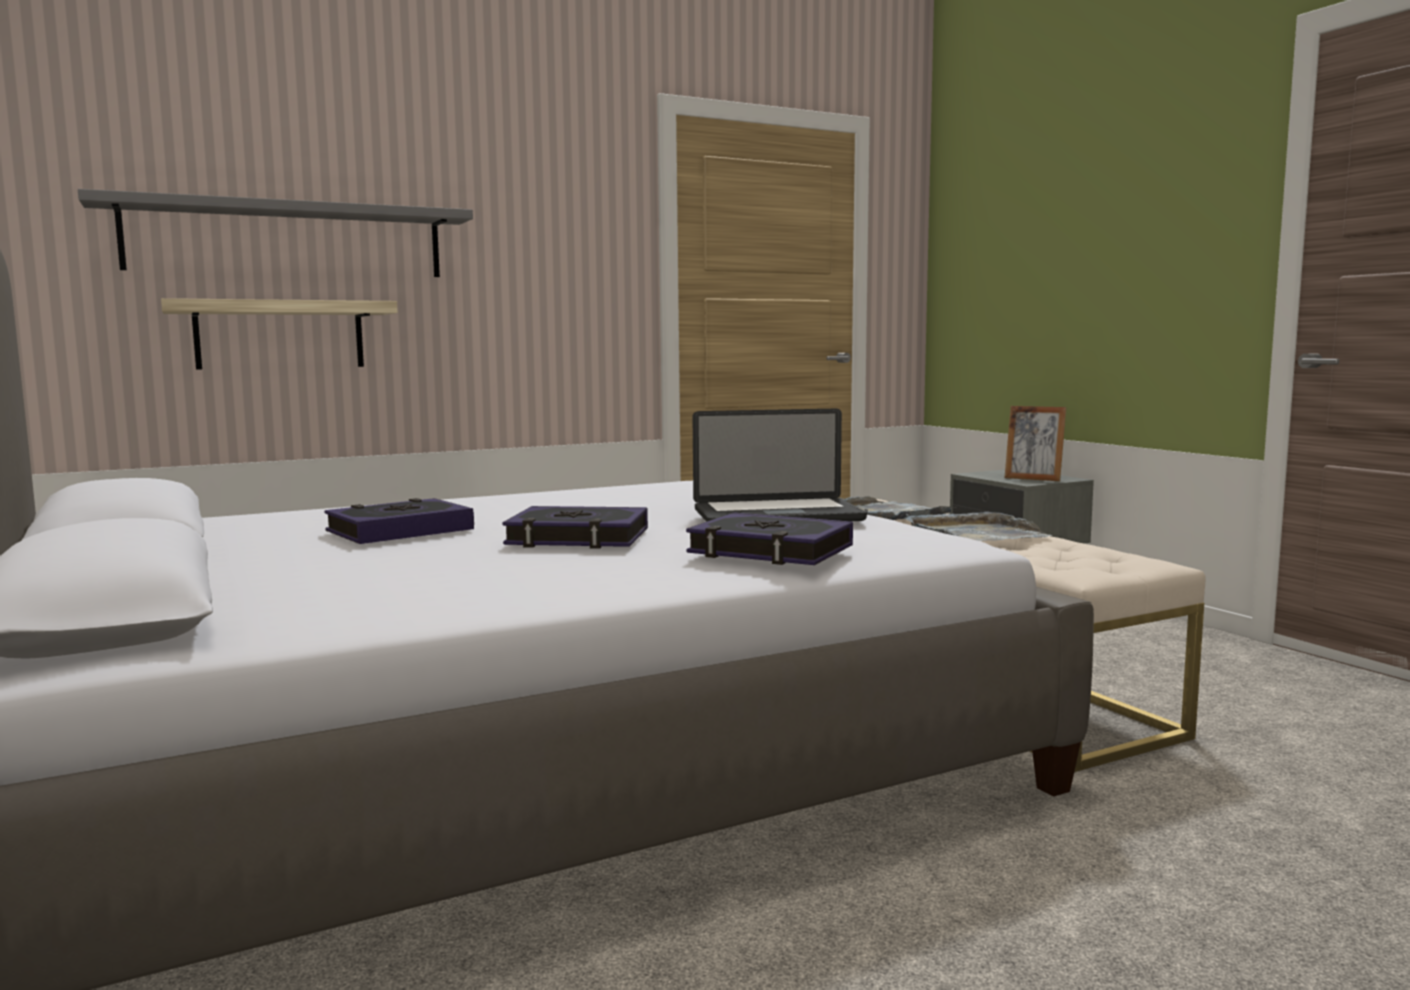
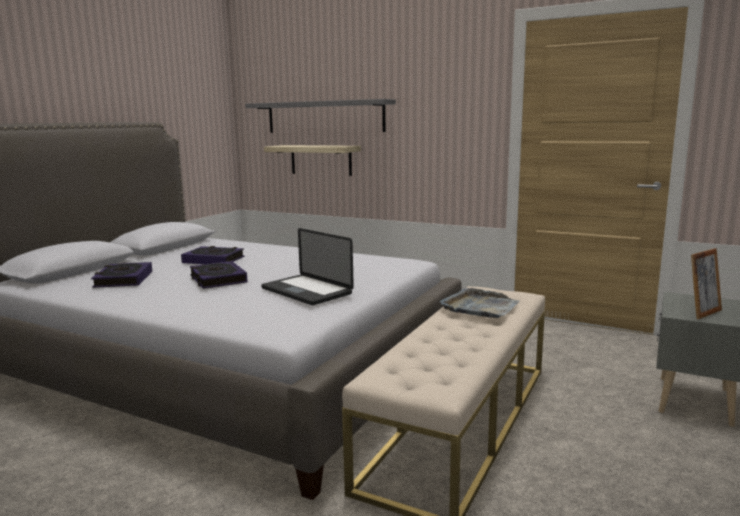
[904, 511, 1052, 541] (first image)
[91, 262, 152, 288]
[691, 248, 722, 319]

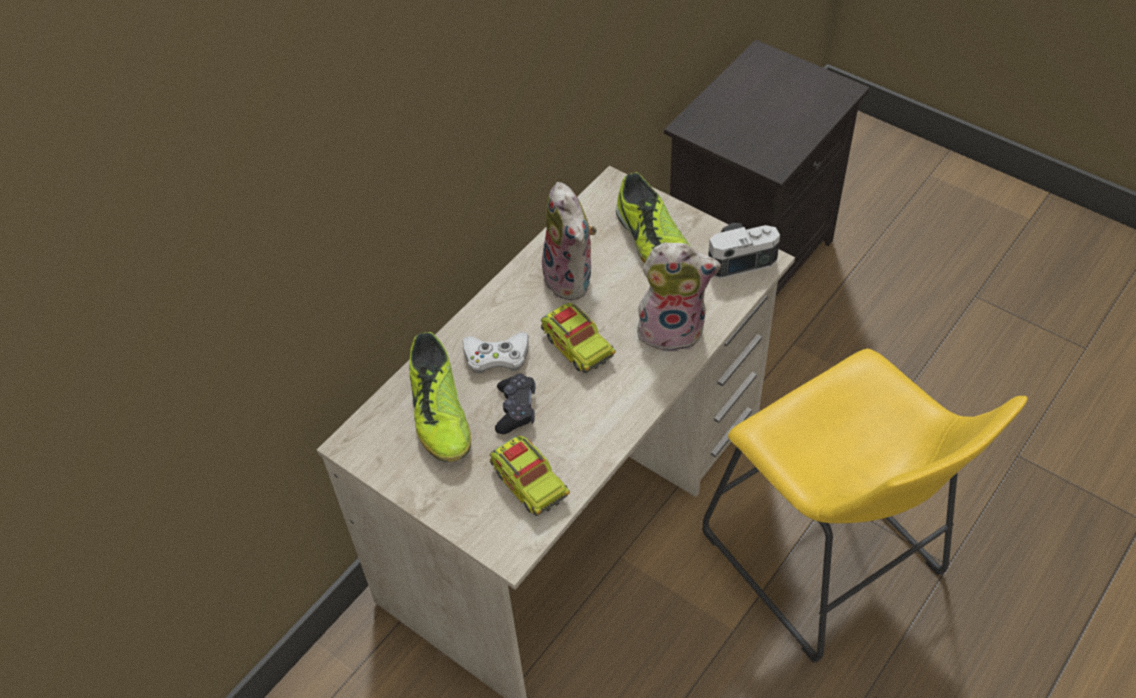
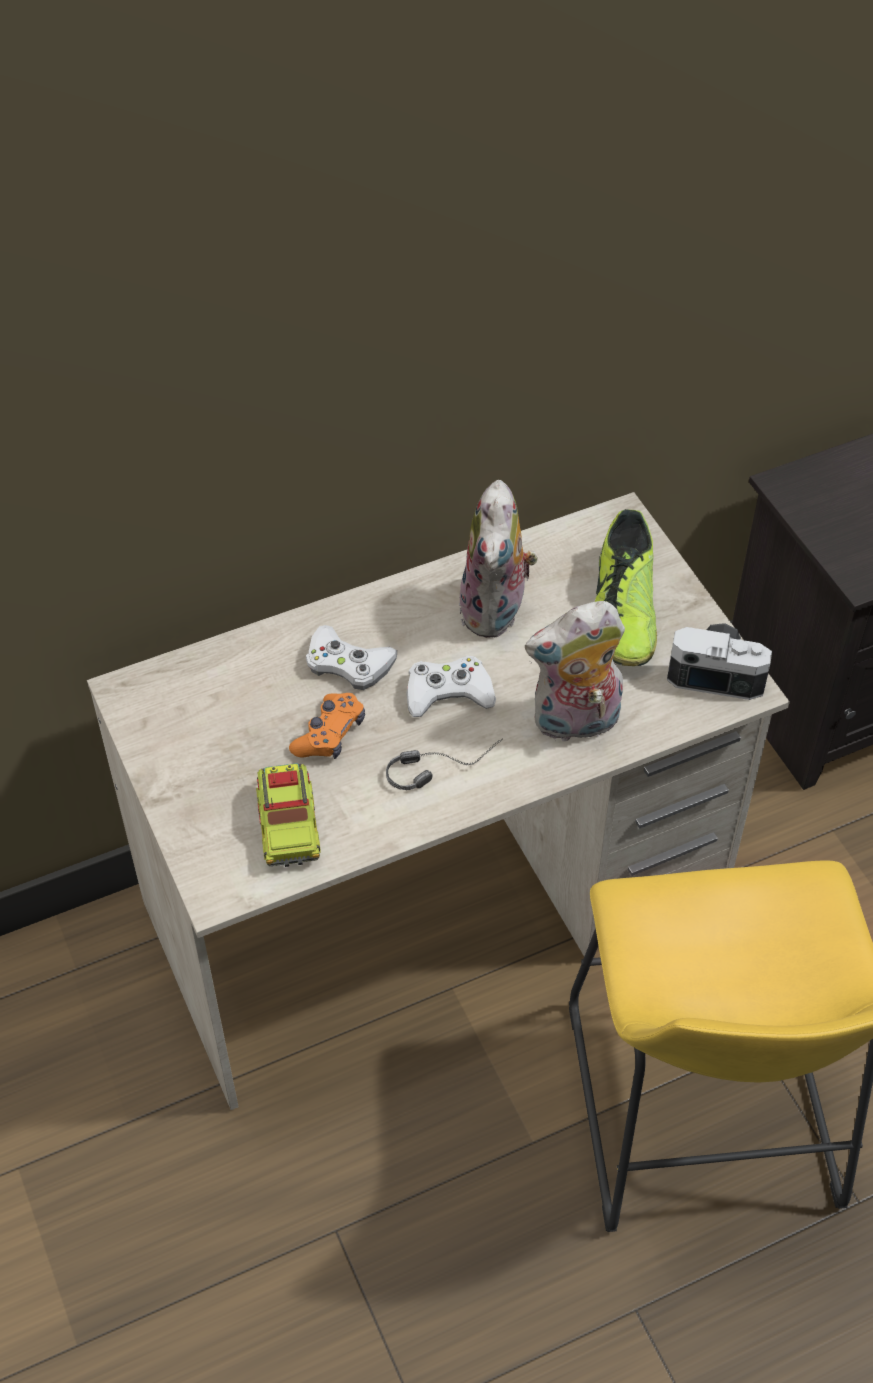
[409, 332, 471, 462] (first image)
[386, 739, 502, 790]
[406, 655, 496, 717]
[289, 693, 365, 759]
[525, 601, 625, 743]

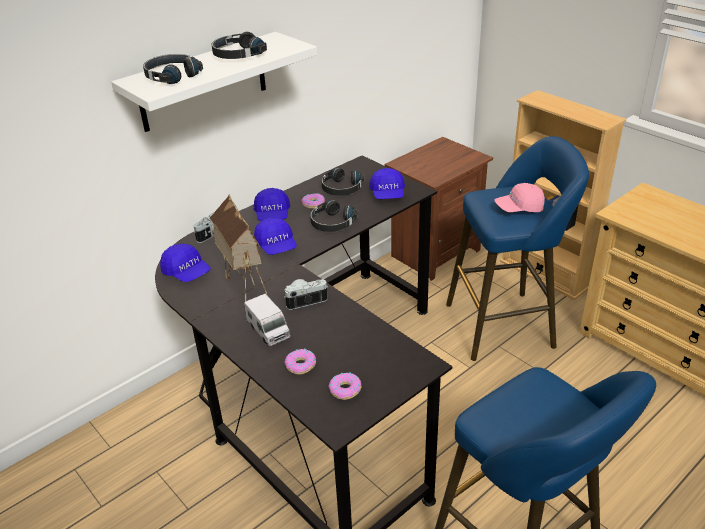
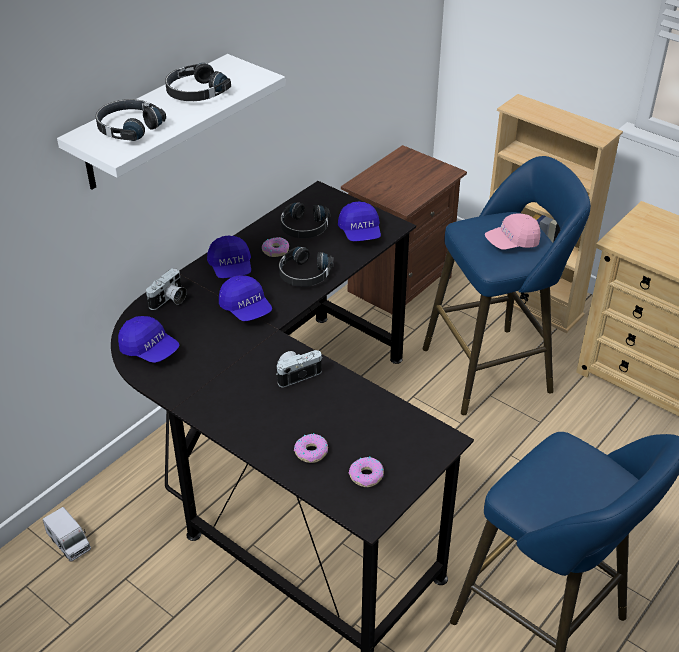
[209, 194, 267, 302] (first image)
[43, 507, 91, 561]

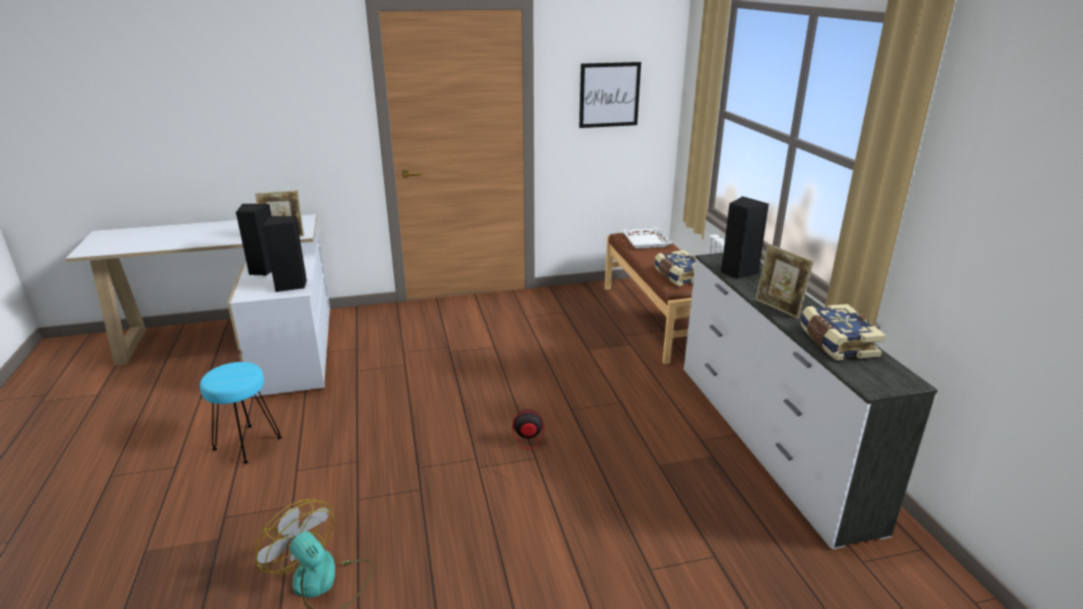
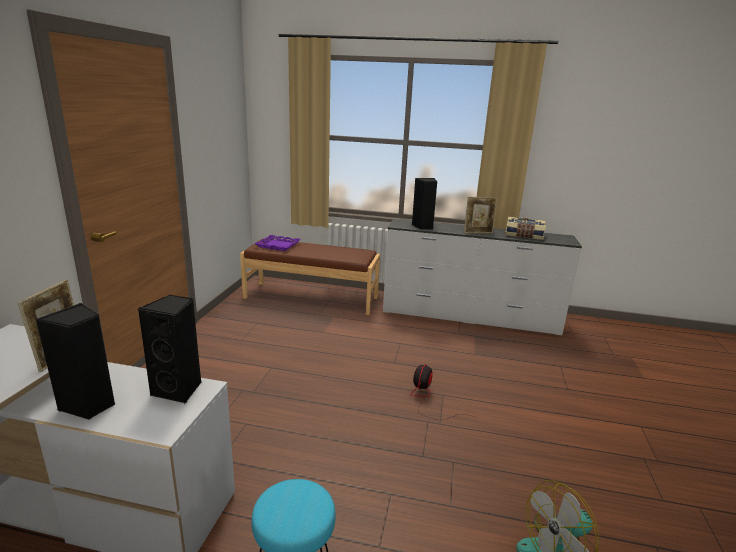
[579, 62, 641, 128] (first image)
[654, 250, 696, 286] (first image)
[255, 235, 301, 251]

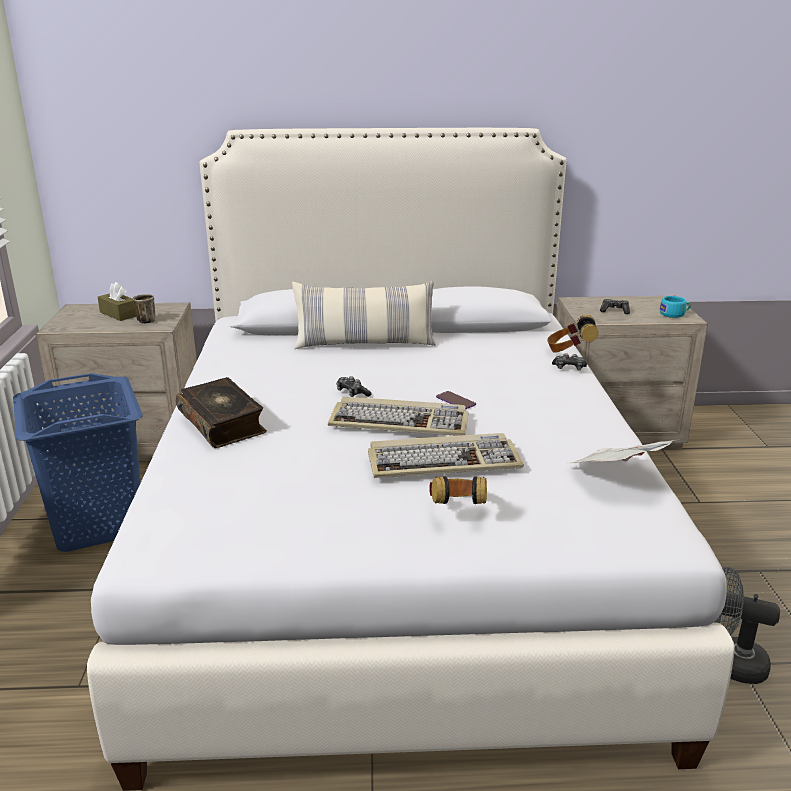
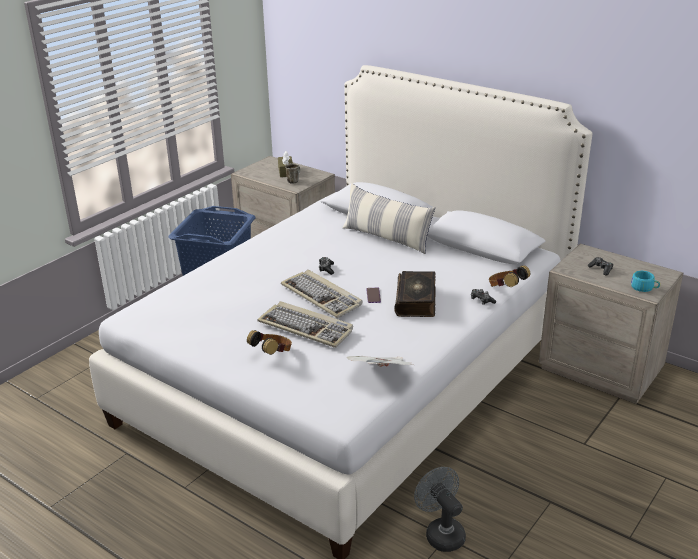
[394, 271, 436, 317]

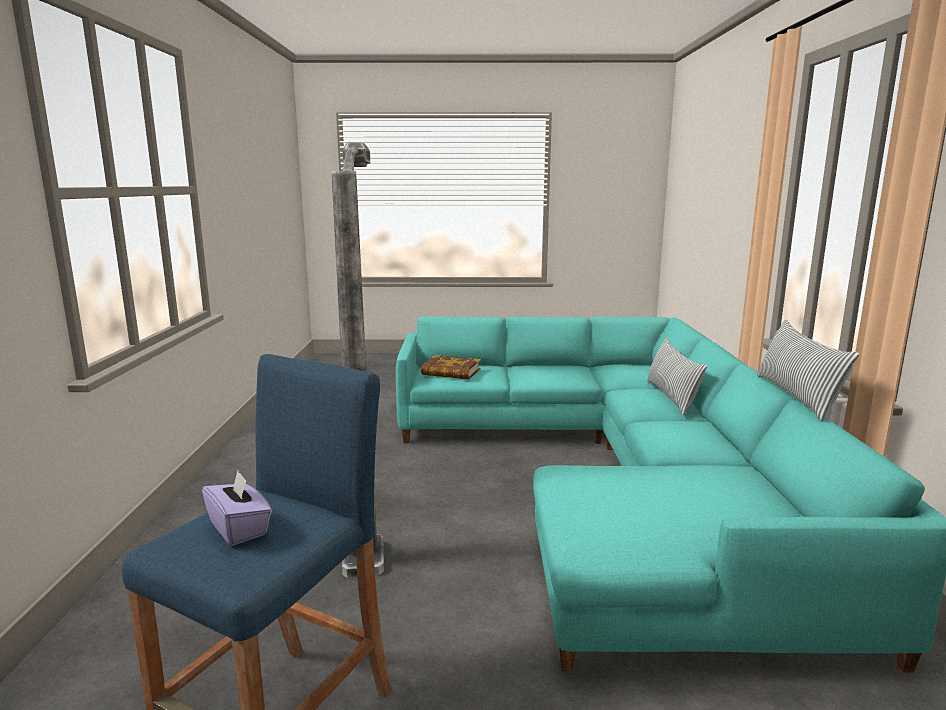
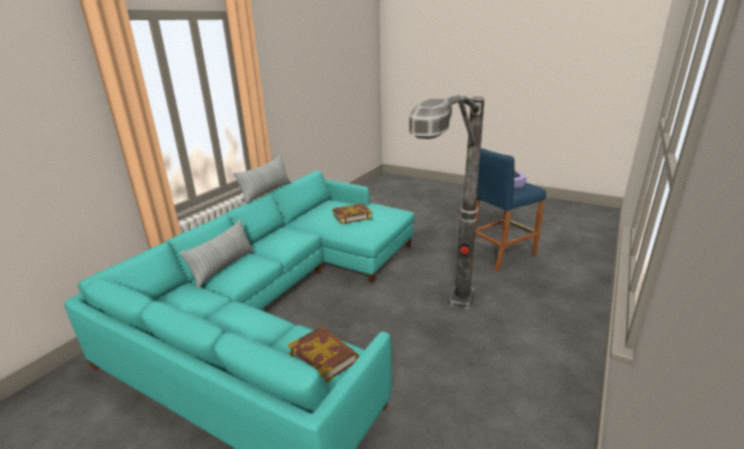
[333, 203, 373, 224]

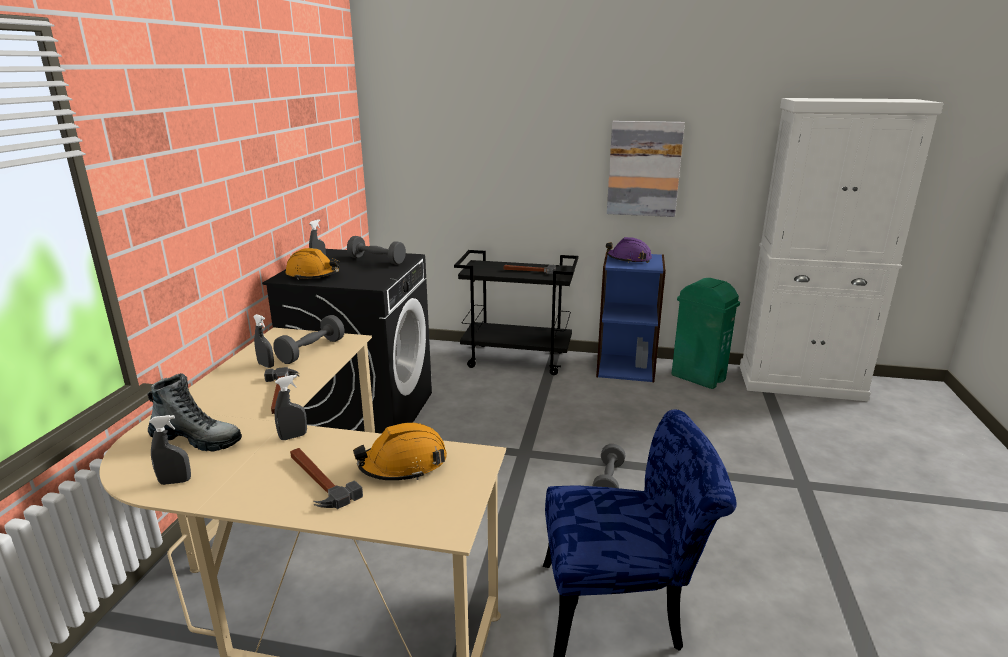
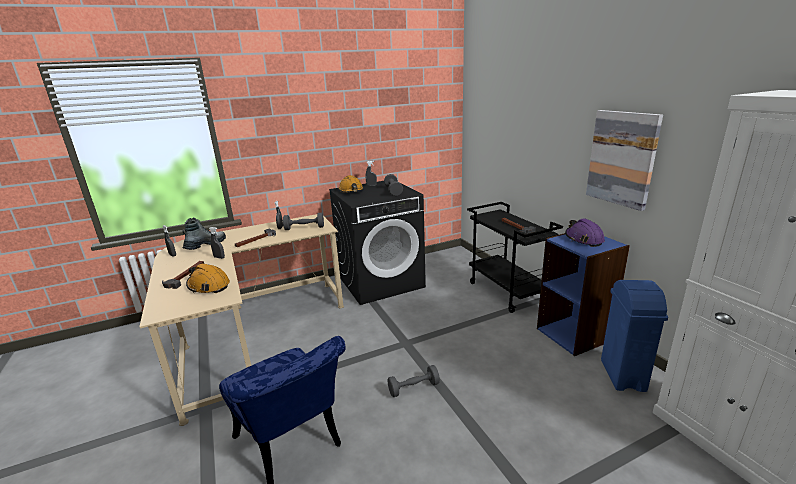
[601, 280, 668, 392]
[182, 218, 226, 250]

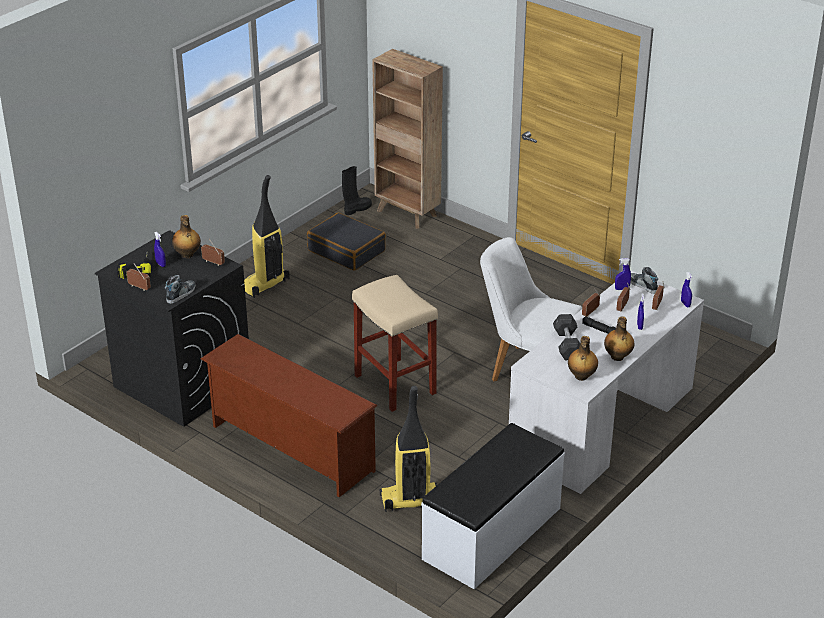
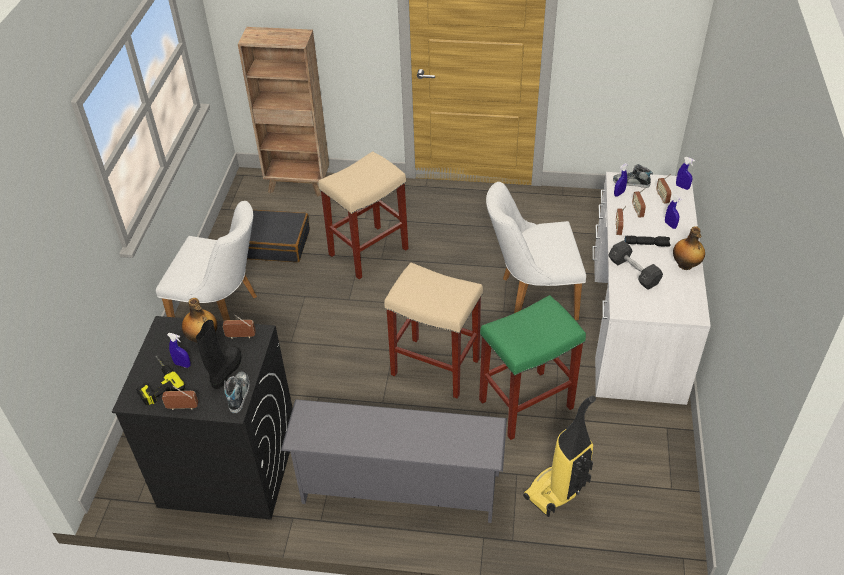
[421, 423, 565, 589] (first image)
[568, 336, 598, 381] (first image)
[318, 151, 409, 279]
[479, 295, 586, 440]
[196, 320, 242, 389]
[156, 201, 257, 321]
[281, 399, 507, 523]

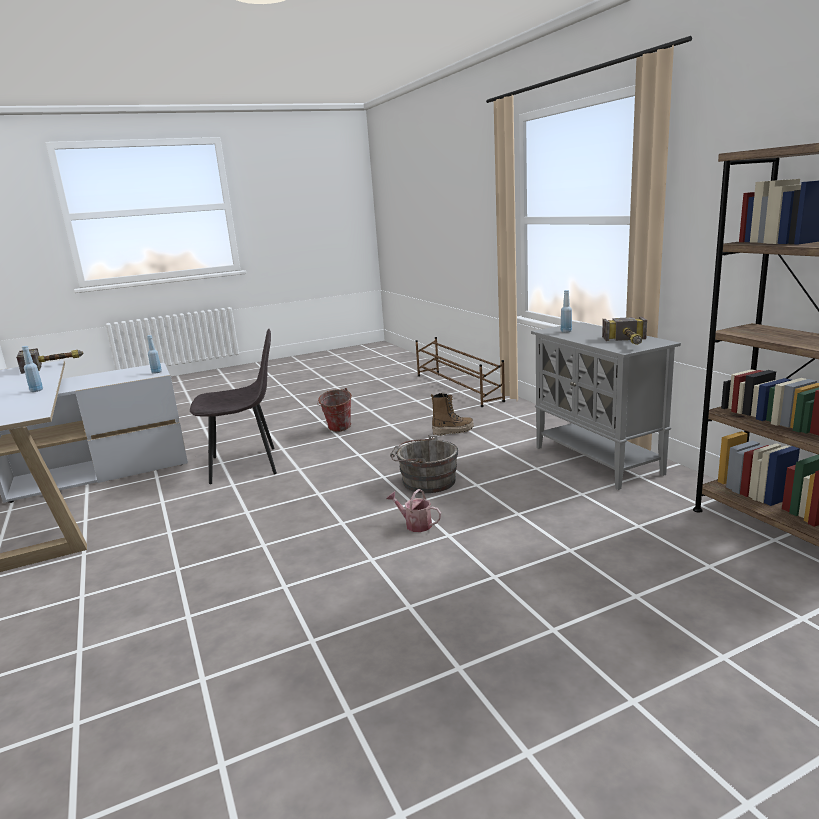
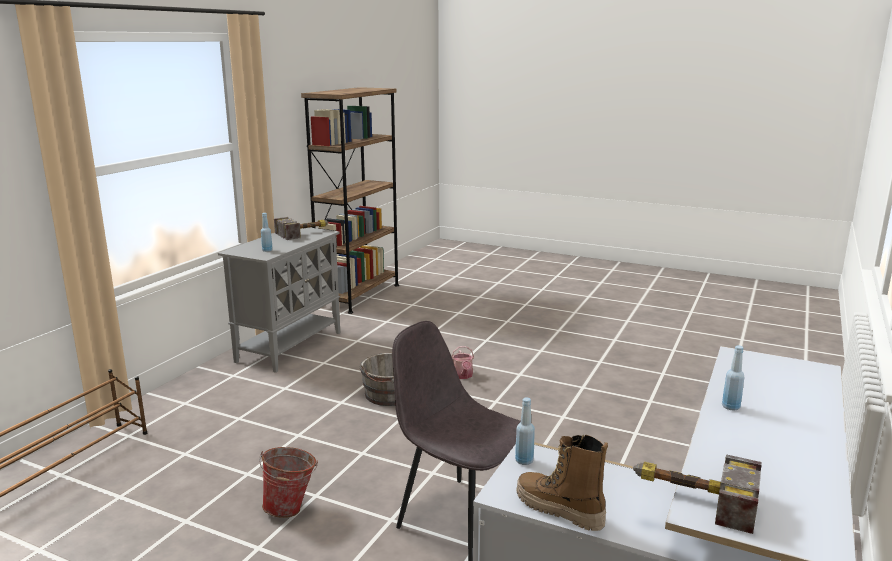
[516, 435, 608, 531]

